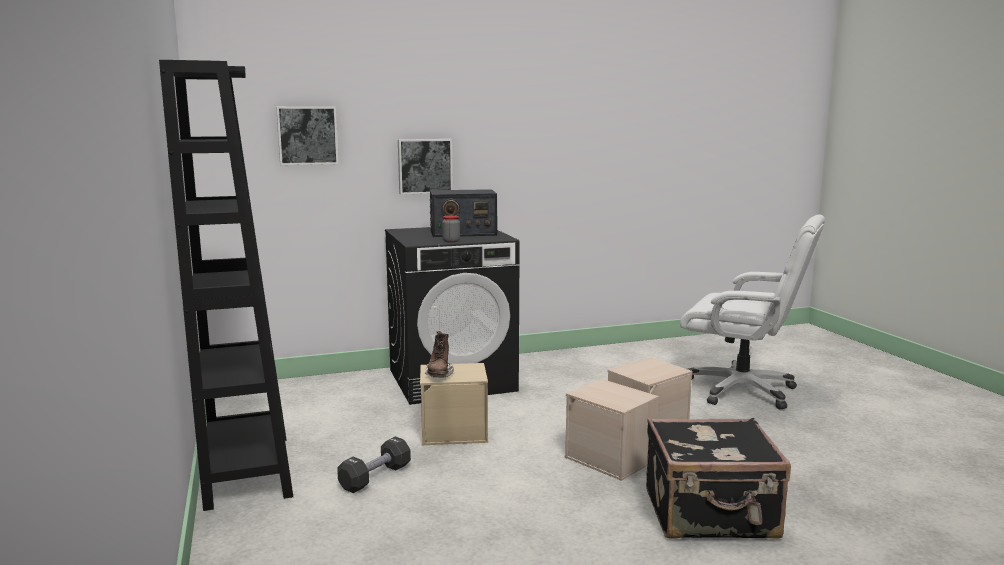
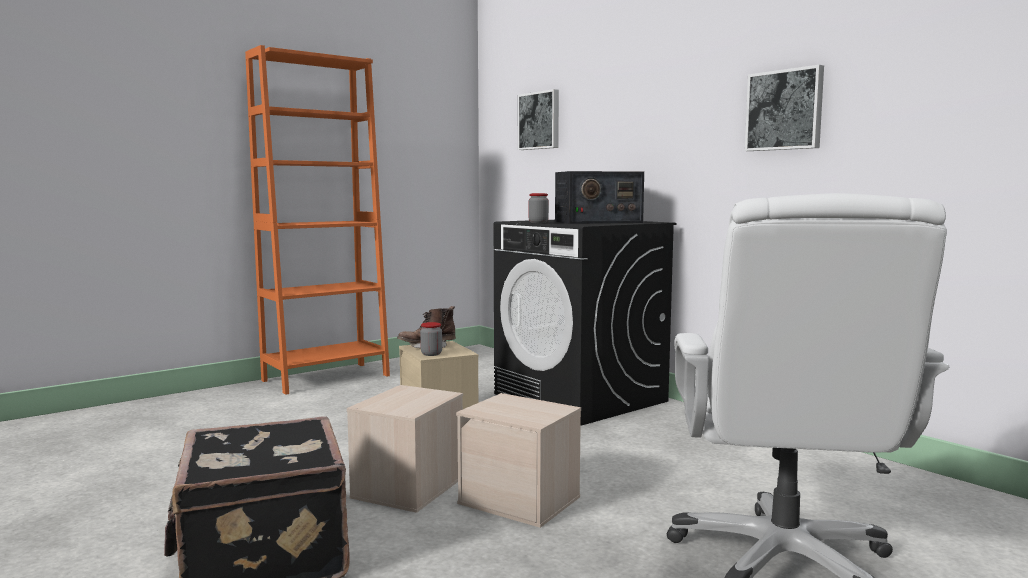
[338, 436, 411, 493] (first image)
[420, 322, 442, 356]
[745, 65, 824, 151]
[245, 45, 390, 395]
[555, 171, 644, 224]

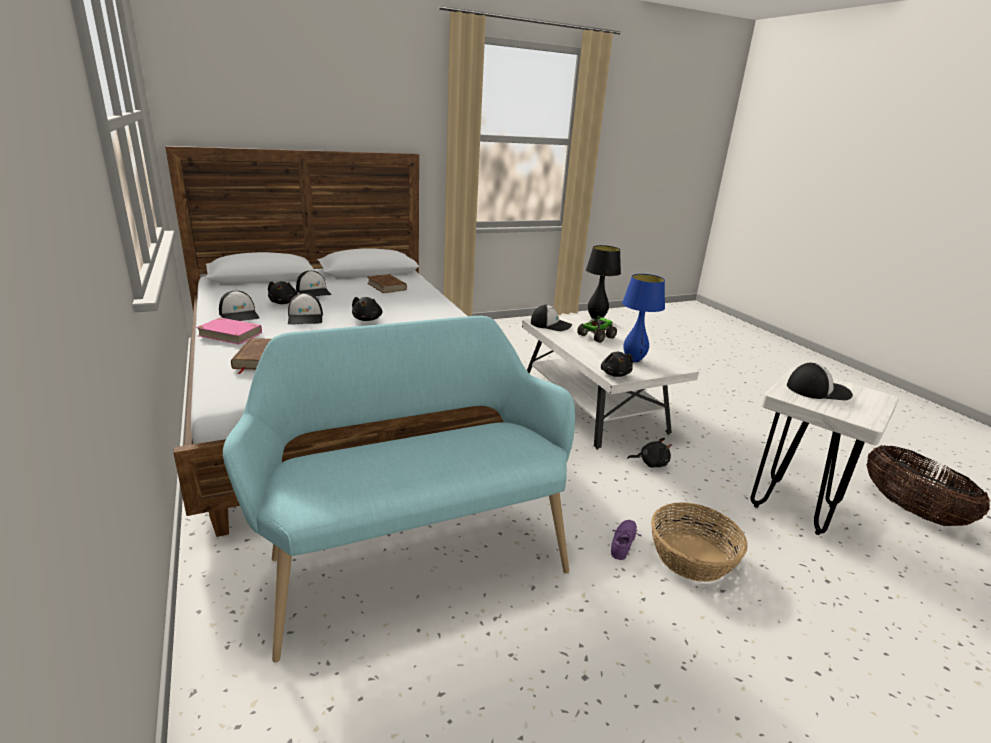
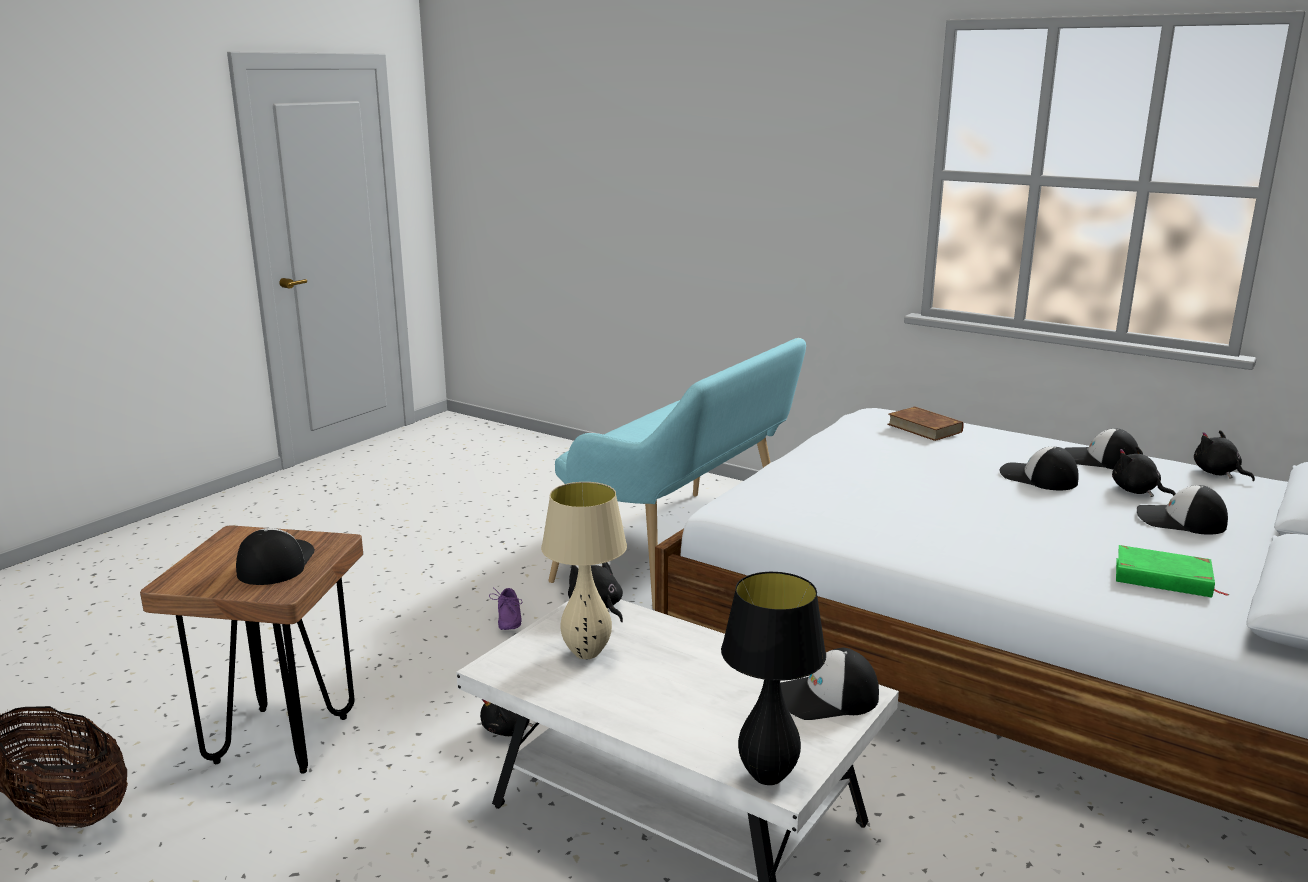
[196, 317, 262, 345] (first image)
[577, 316, 617, 343] (first image)
[651, 502, 748, 582] (first image)
[1194, 430, 1255, 481]
[1116, 545, 1229, 597]
[541, 482, 627, 659]
[140, 525, 363, 774]
[236, 528, 315, 585]

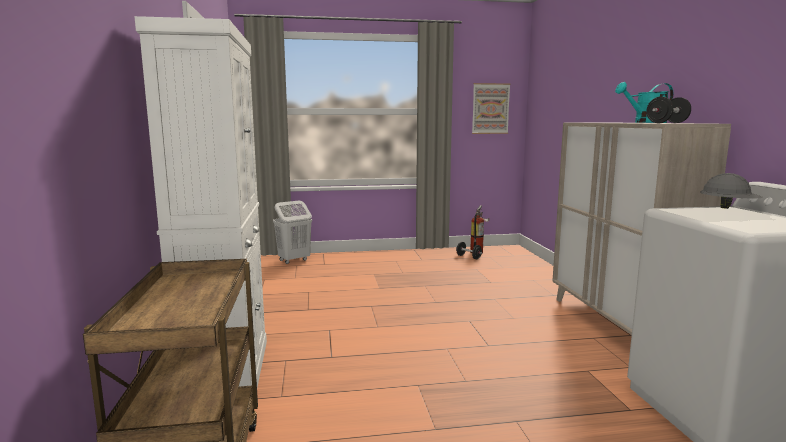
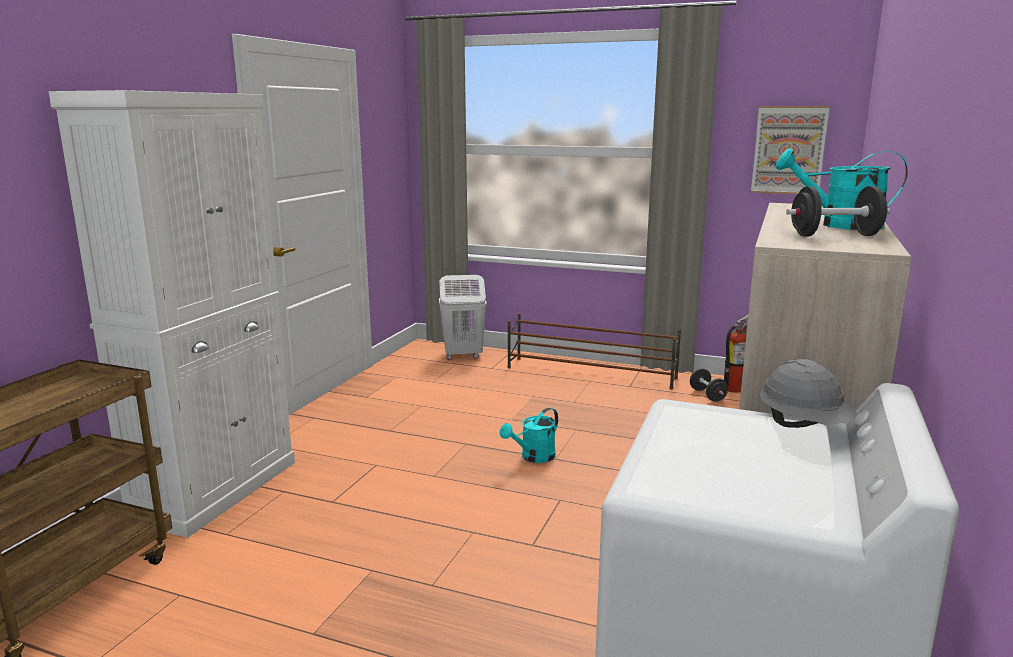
[500, 407, 558, 463]
[507, 313, 681, 390]

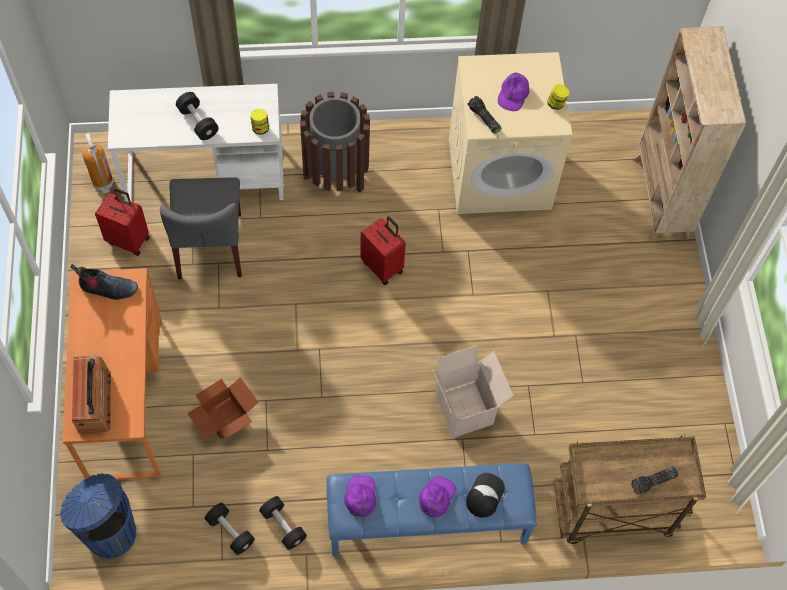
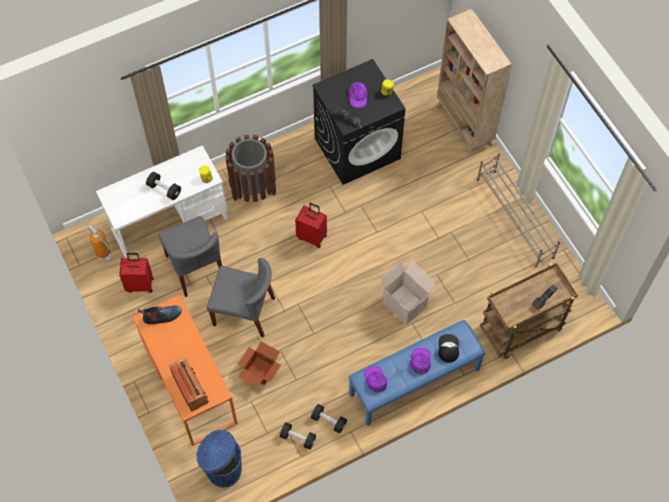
[207, 258, 275, 337]
[477, 154, 560, 267]
[312, 59, 405, 185]

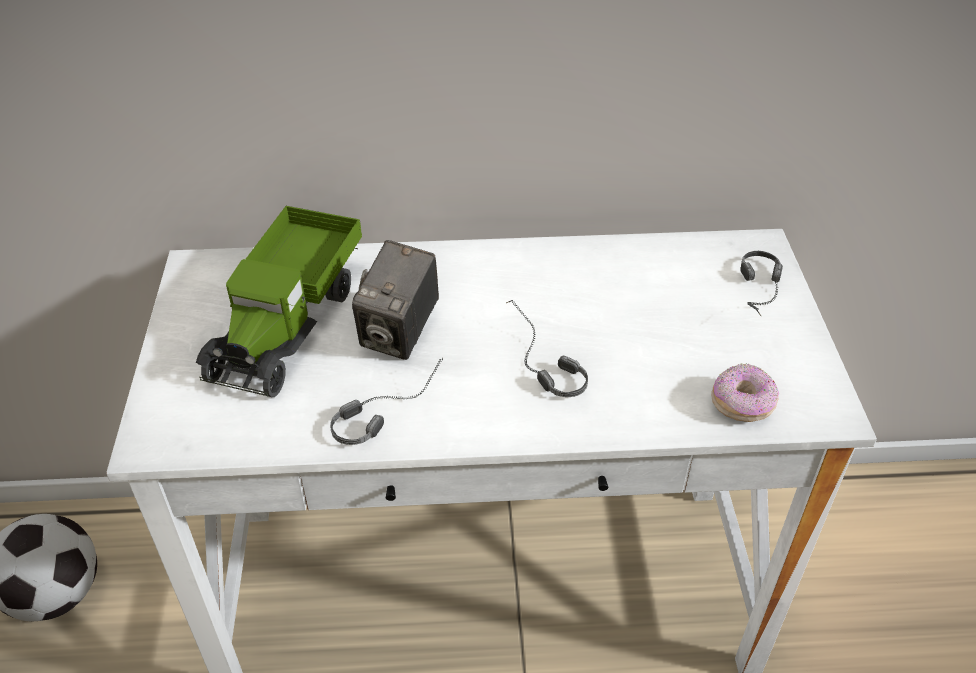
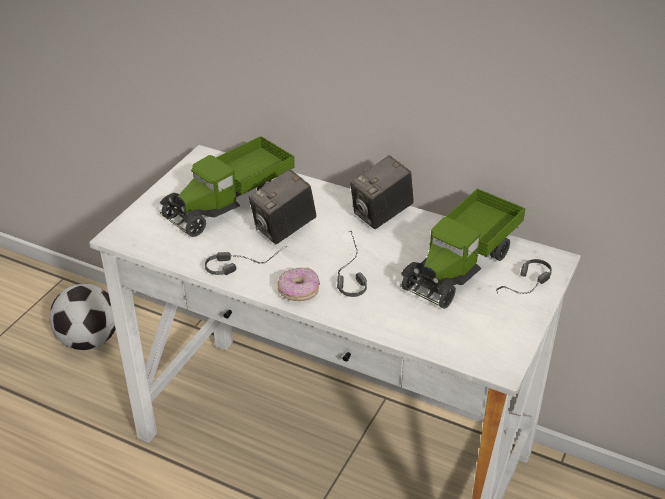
[350, 156, 414, 229]
[400, 189, 526, 309]
[278, 267, 320, 301]

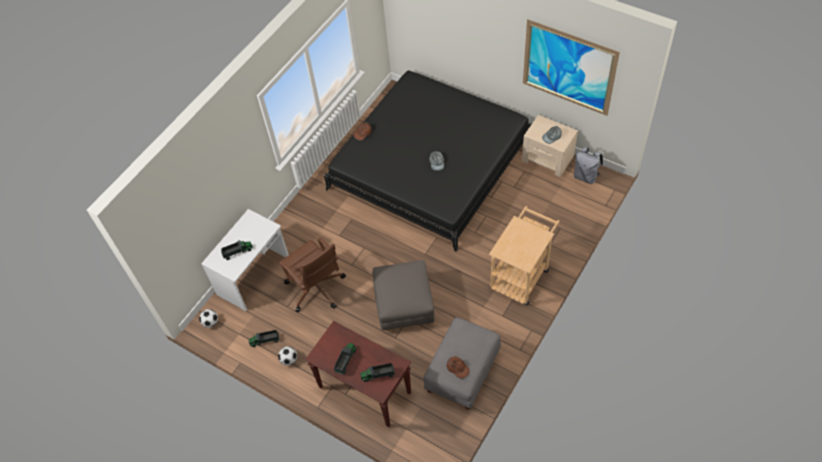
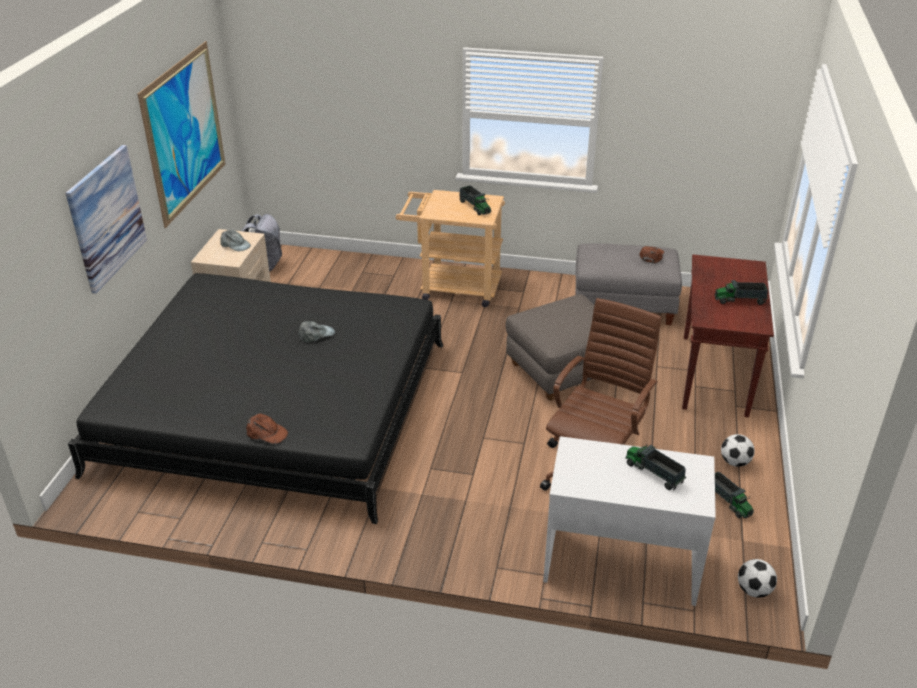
[66, 145, 147, 294]
[459, 186, 491, 215]

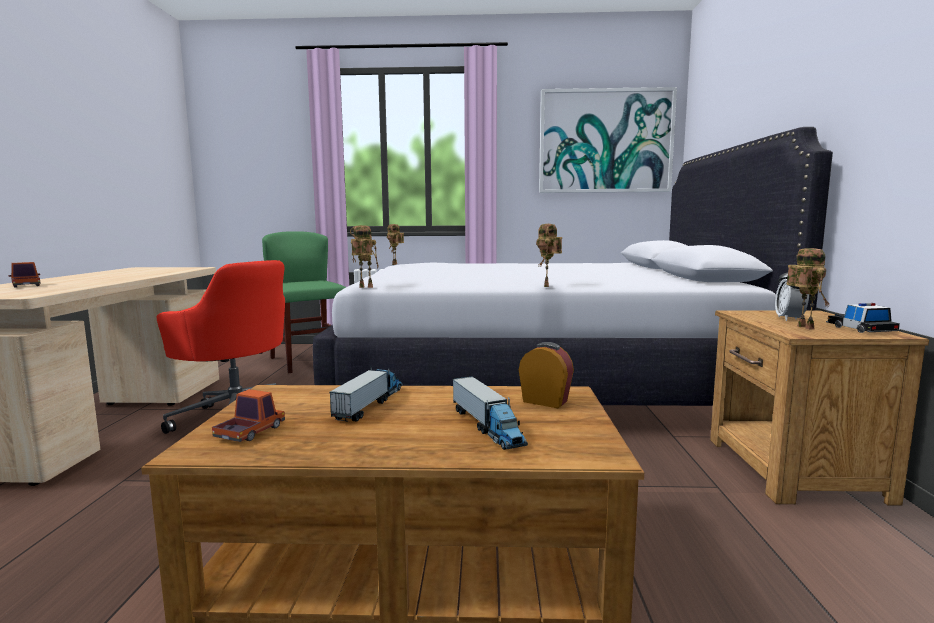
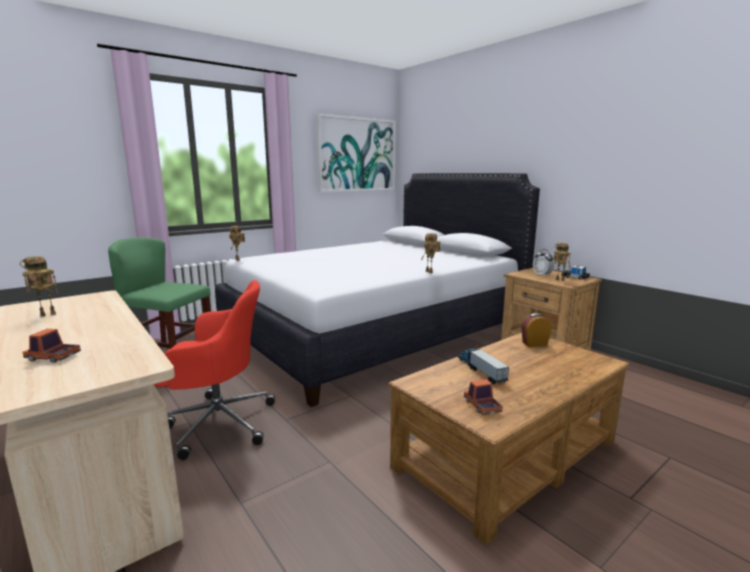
[453, 376, 528, 450] (first image)
[20, 256, 58, 317]

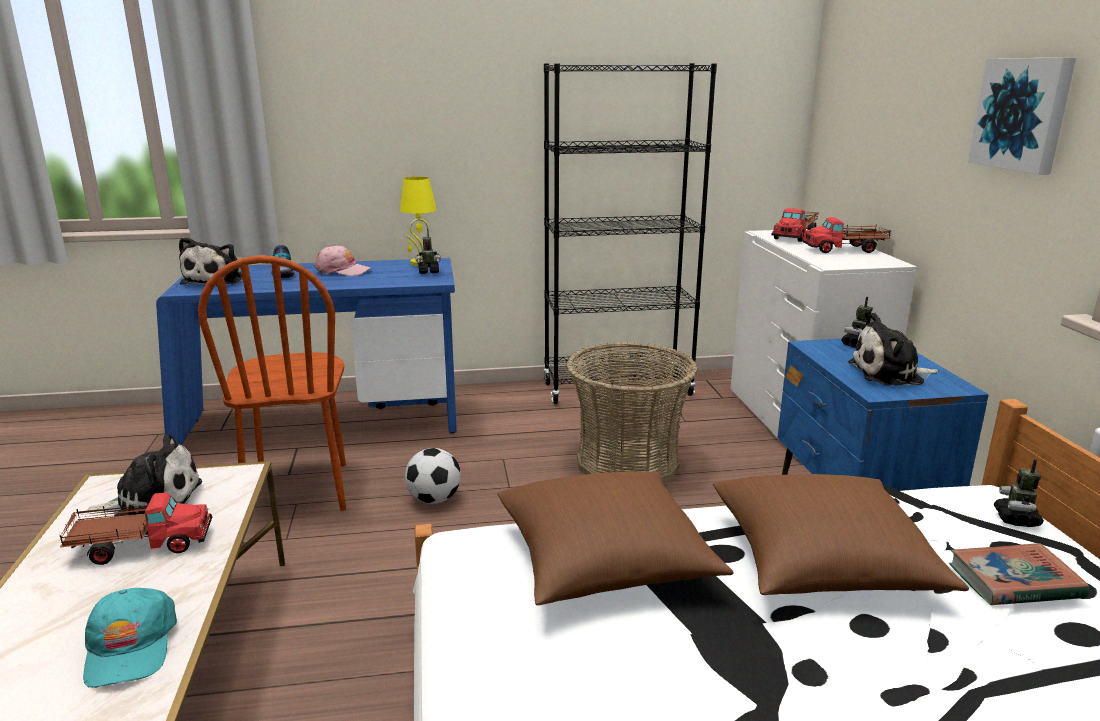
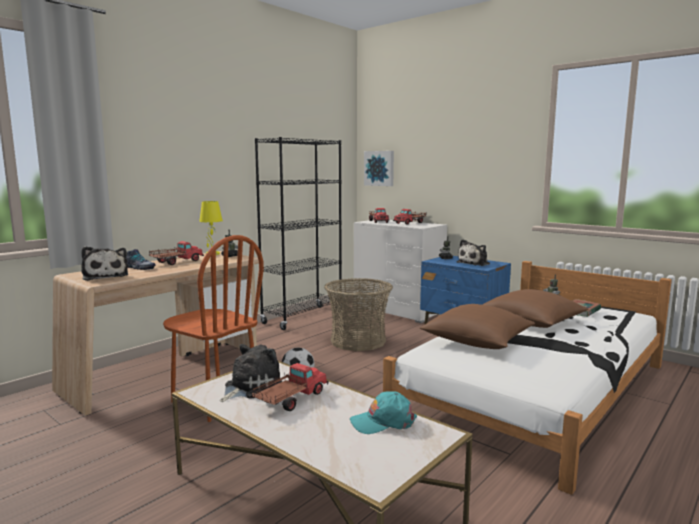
[364, 151, 394, 186]
[149, 241, 204, 265]
[52, 251, 259, 416]
[350, 391, 417, 434]

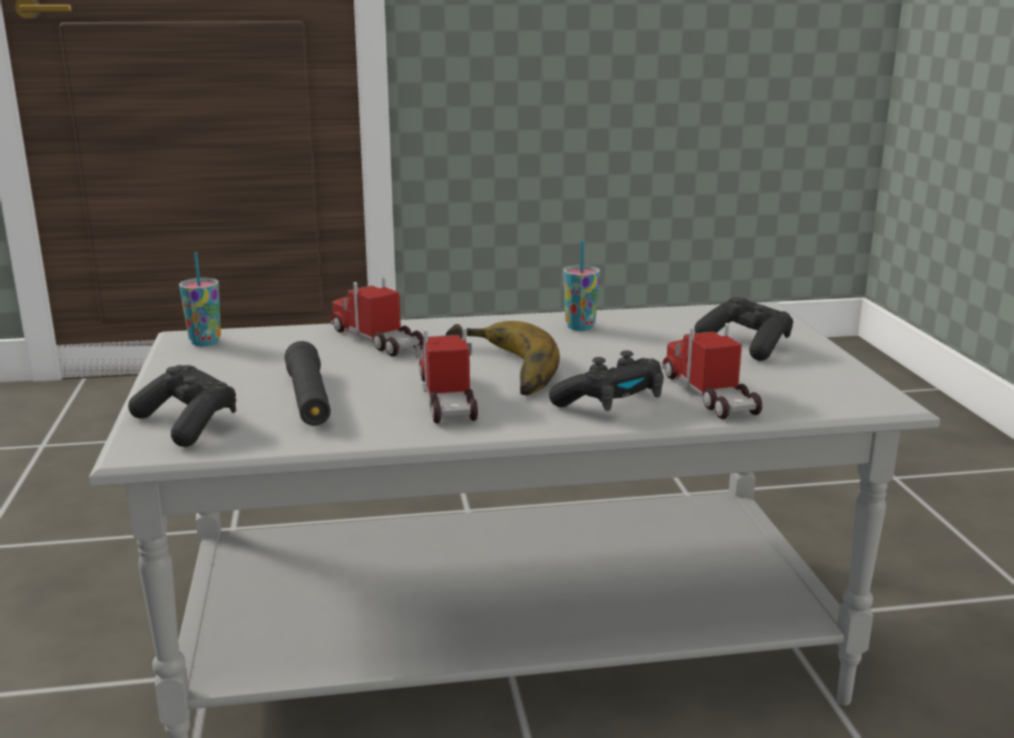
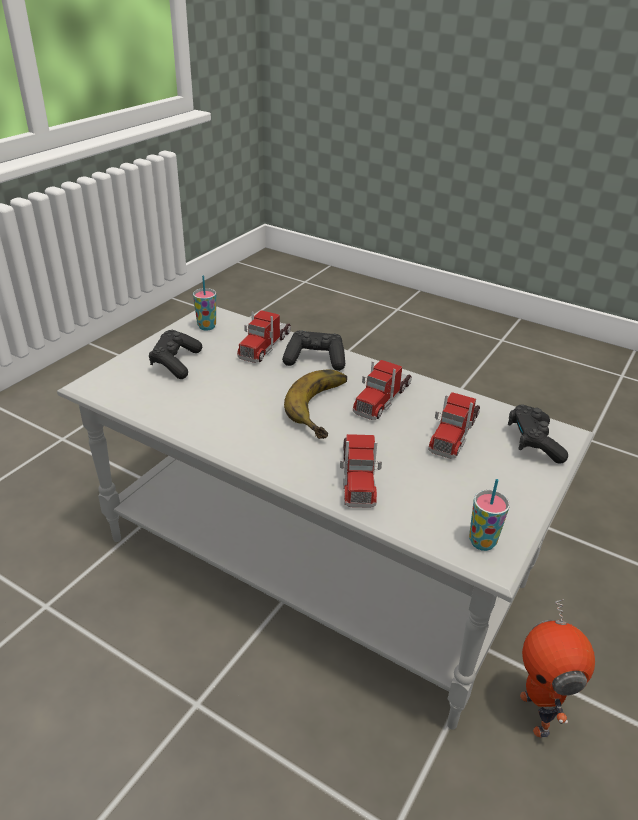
[520, 599, 595, 737]
[193, 275, 216, 330]
[428, 392, 480, 459]

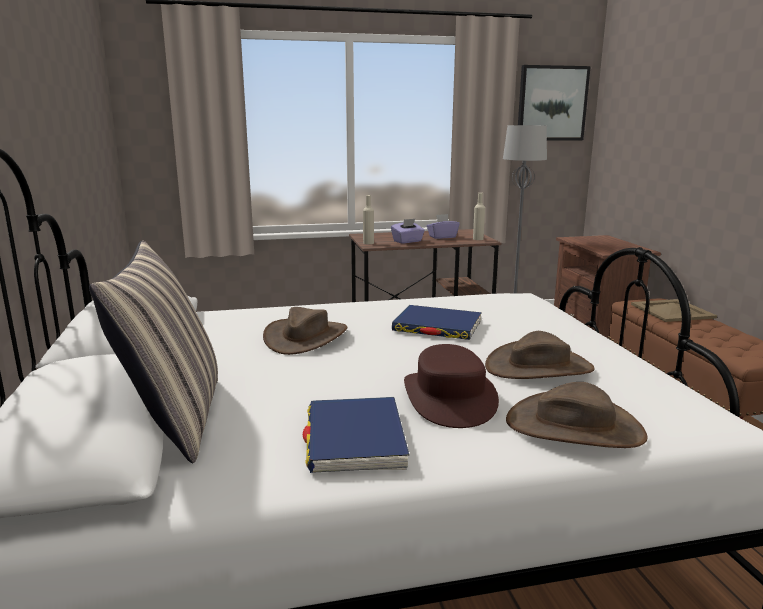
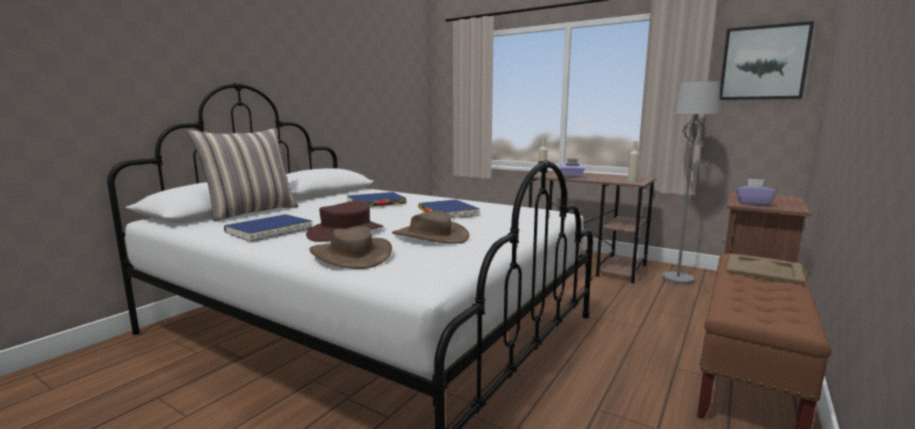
[736, 179, 776, 206]
[347, 192, 406, 207]

